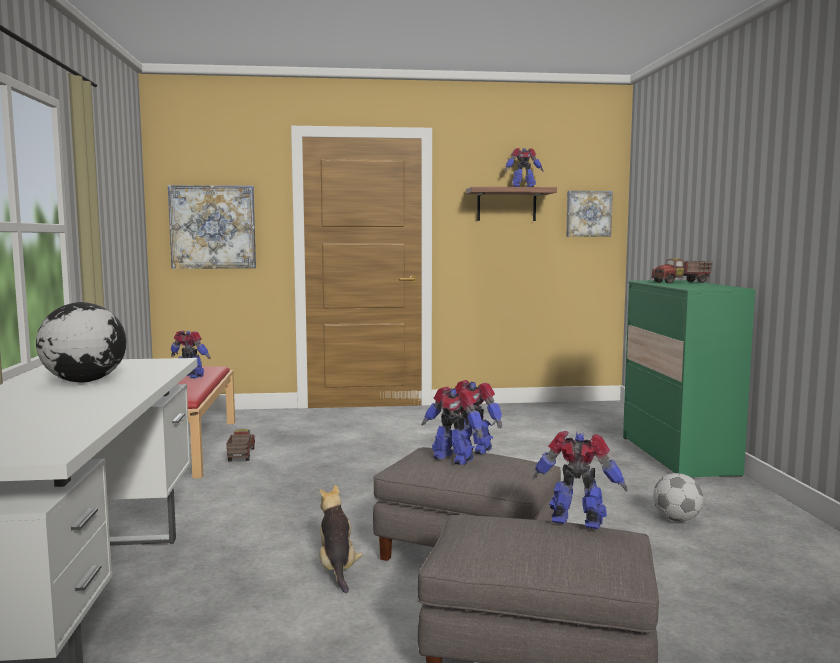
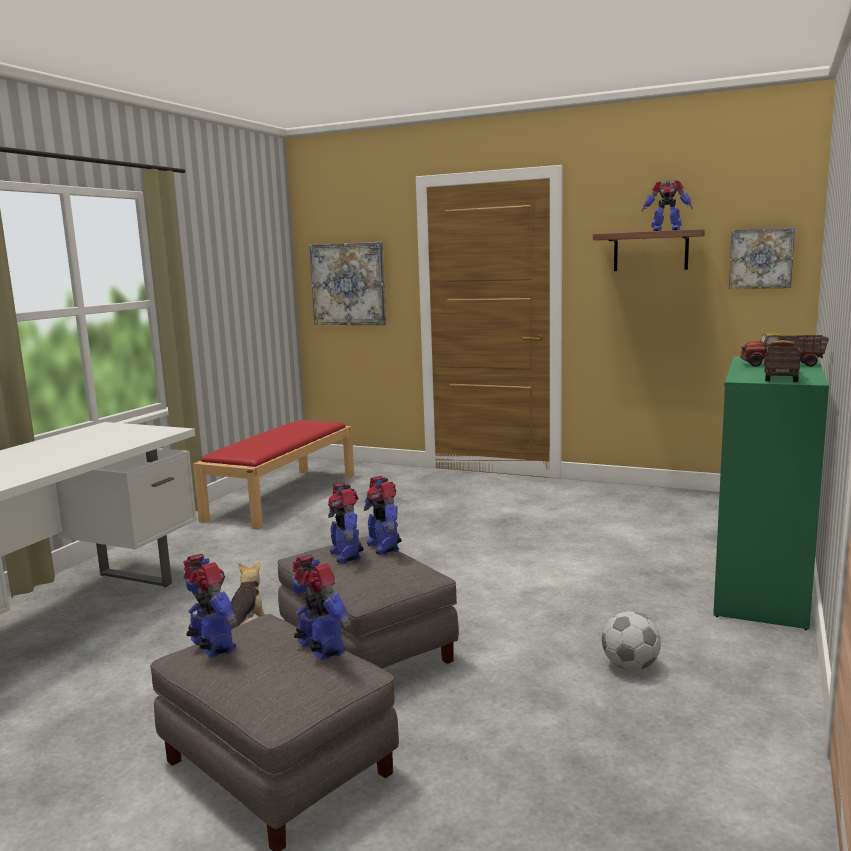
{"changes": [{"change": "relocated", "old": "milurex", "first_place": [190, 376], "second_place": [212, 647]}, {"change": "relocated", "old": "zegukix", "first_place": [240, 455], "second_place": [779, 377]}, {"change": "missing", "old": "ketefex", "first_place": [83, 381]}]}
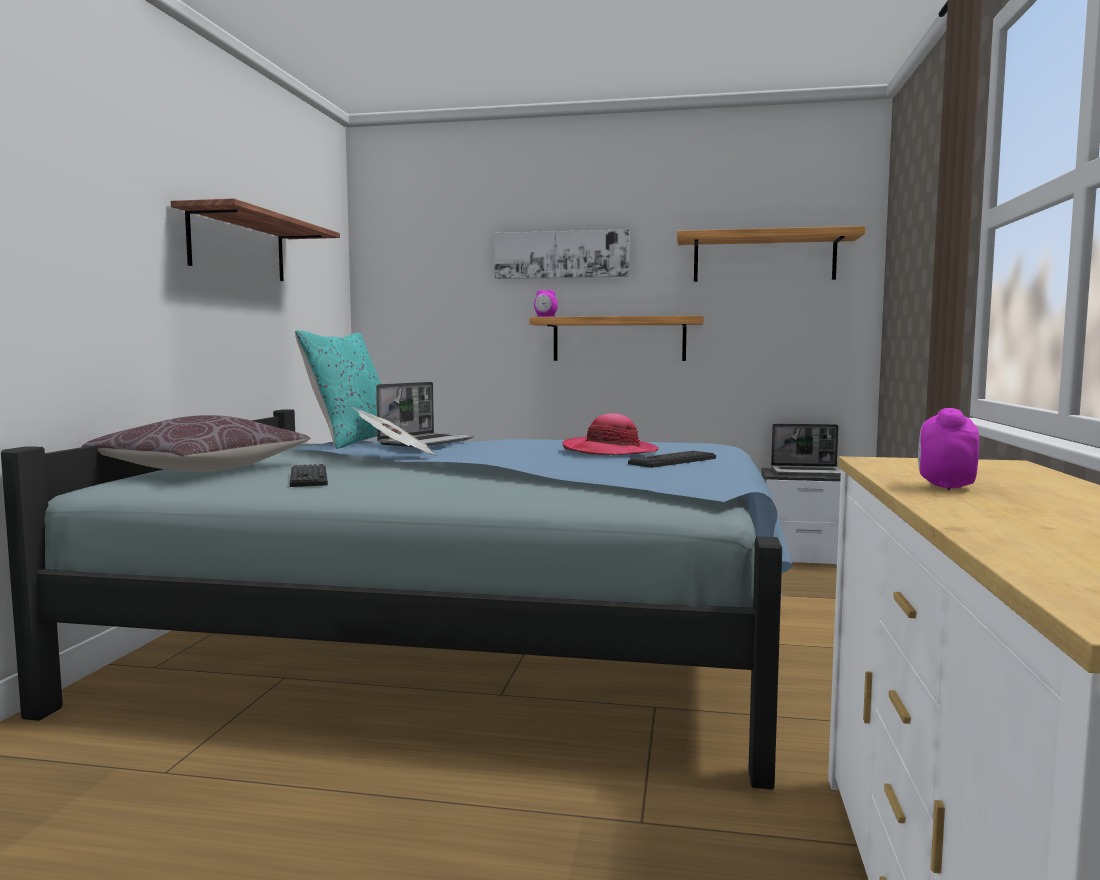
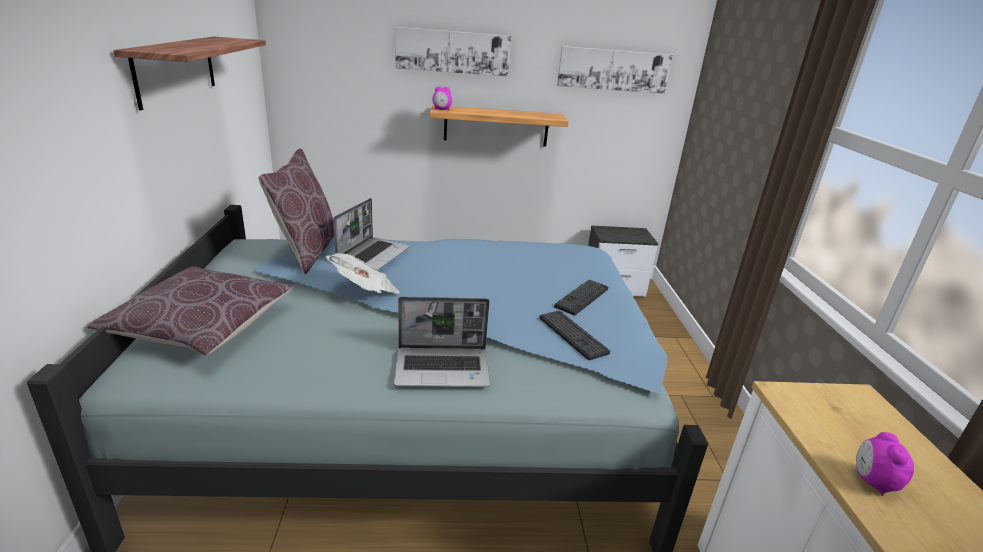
{"changes": [{"change": "colour", "old": "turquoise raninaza", "new": "brown raninaza", "first_place": [351, 441], "second_place": [306, 251]}, {"change": "relocated", "old": "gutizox", "first_place": [808, 472], "second_place": [443, 368]}, {"change": "relocated", "old": "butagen", "first_place": [308, 477], "second_place": [572, 335]}, {"change": "exchanged", "old": "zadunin", "new": "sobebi", "first_place": [764, 258], "second_place": [613, 70]}, {"change": "missing", "old": "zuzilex", "first_place": [610, 451]}]}
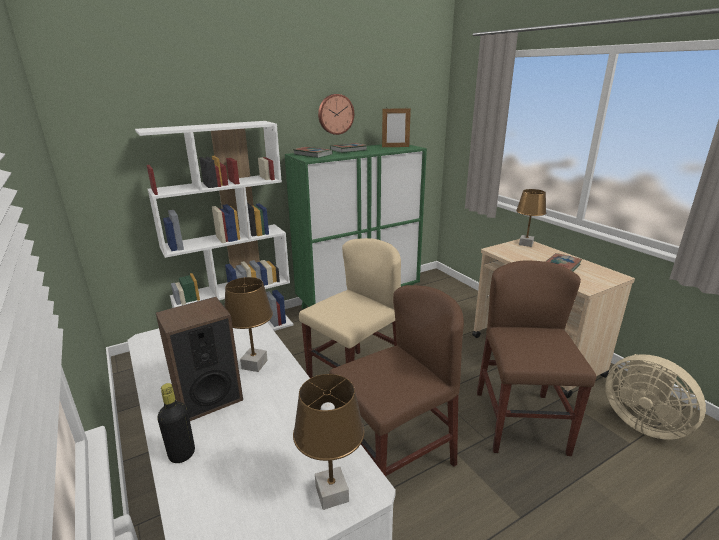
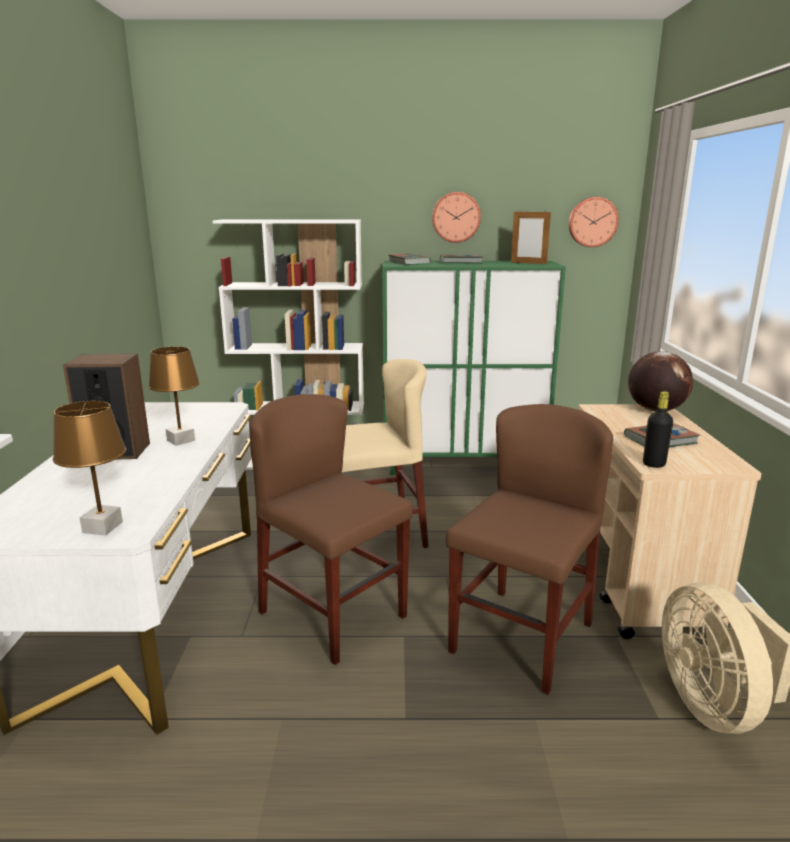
{"changes": [{"change": "spun", "old": "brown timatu", "first_place": [395, 458], "second_place": [333, 614], "degrees": -135}, {"change": "appeared", "new": "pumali", "second_place": [592, 222]}, {"change": "exchanged", "old": "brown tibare", "new": "ketefex", "first_place": [525, 244], "second_place": [655, 410]}, {"change": "relocated", "old": "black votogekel", "first_place": [182, 454], "second_place": [654, 464]}]}
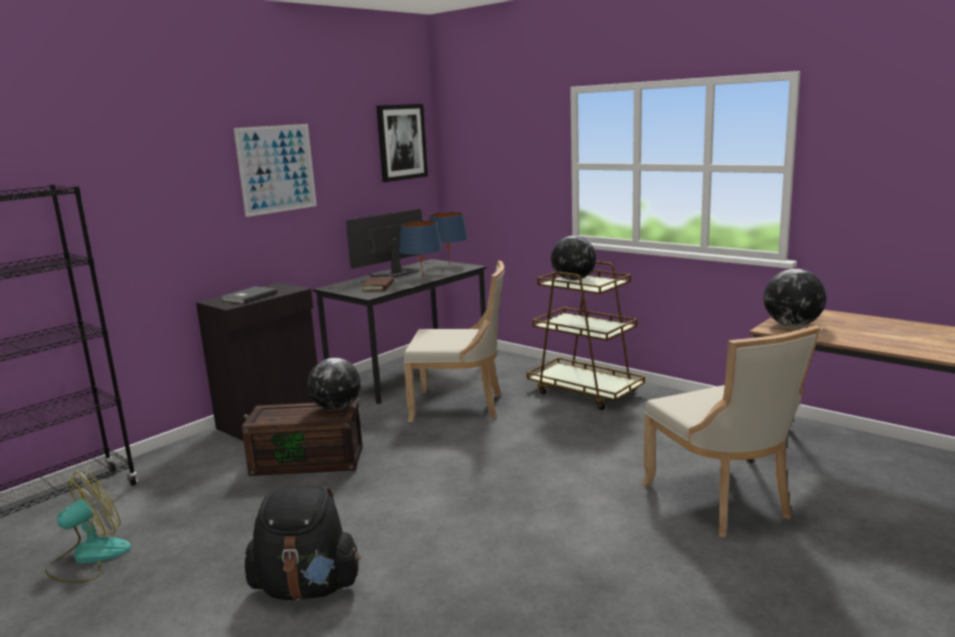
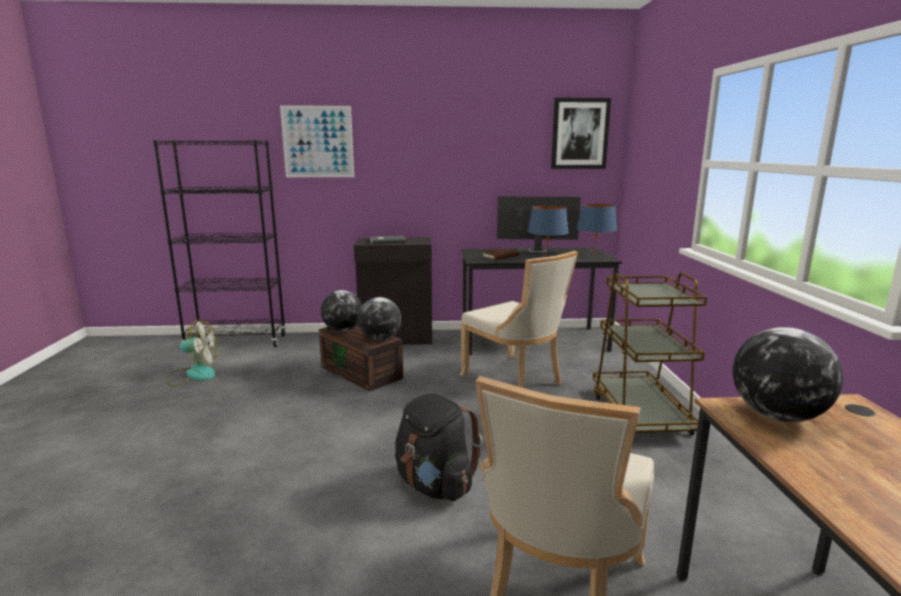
{"changes": [{"change": "relocated", "old": "sobebi", "first_place": [276, 169], "second_place": [318, 142]}, {"change": "relocated", "old": "ketefex", "first_place": [573, 279], "second_place": [342, 330]}, {"change": "relocated", "old": "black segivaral", "first_place": [307, 588], "second_place": [435, 485]}]}
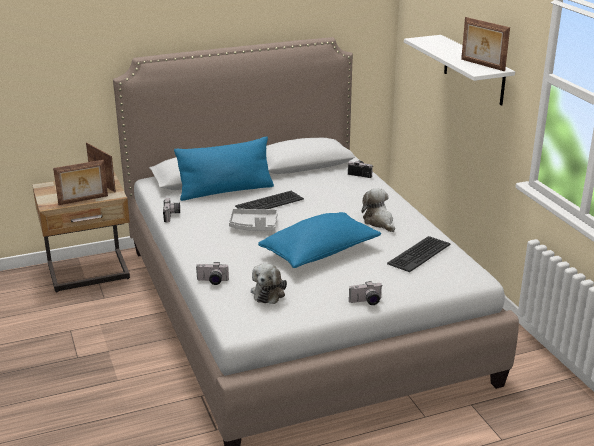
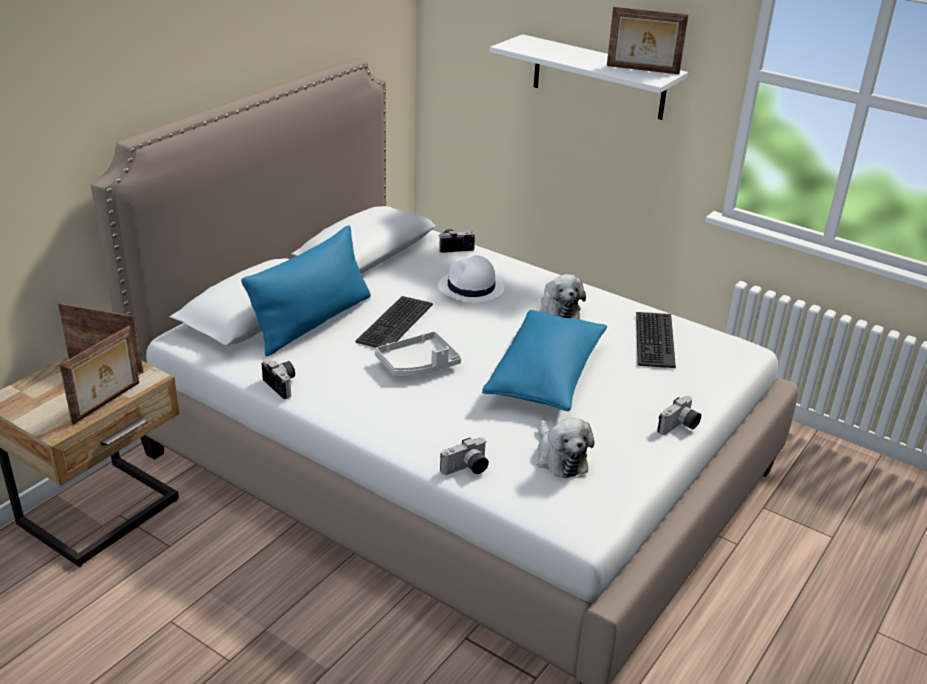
{"changes": [{"change": "appeared", "new": "white zuzilex", "second_place": [471, 288]}, {"change": "spun", "old": "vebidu", "first_place": [379, 222], "second_place": [558, 309], "degrees": -135}]}
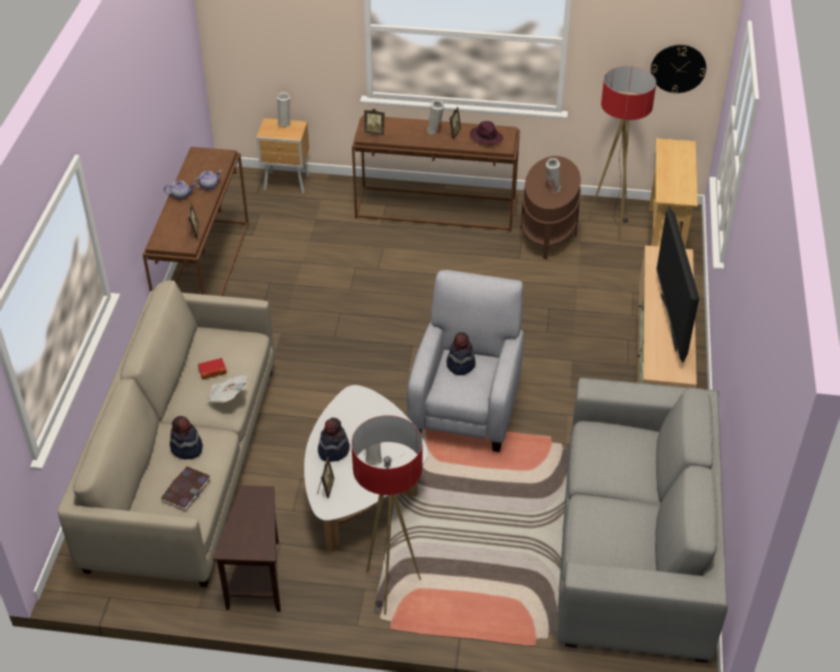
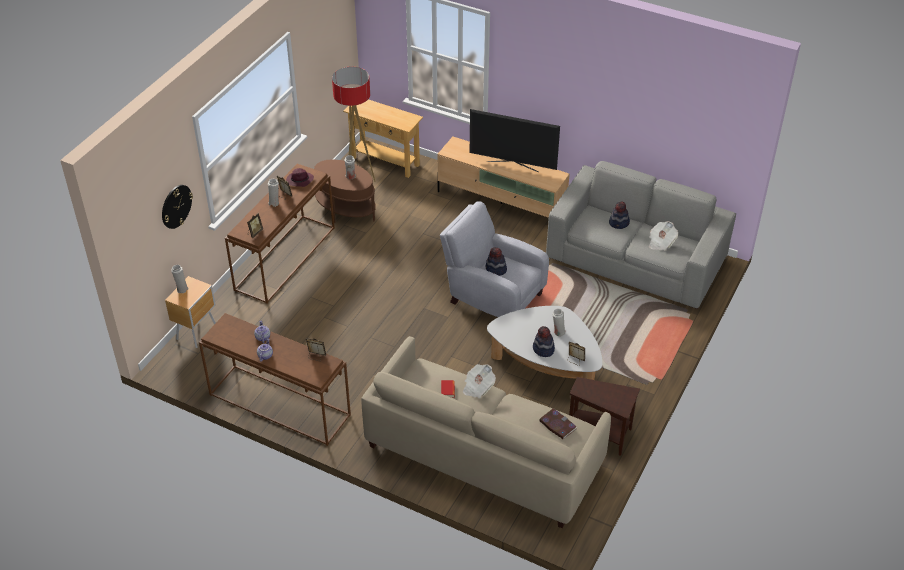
{"changes": [{"change": "relocated", "old": "pumali", "first_place": [678, 68], "second_place": [176, 206]}, {"change": "relocated", "old": "zuzilex", "first_place": [186, 448], "second_place": [619, 223]}, {"change": "appeared", "new": "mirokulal", "second_place": [661, 242]}, {"change": "missing", "old": "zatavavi", "first_place": [390, 589]}]}
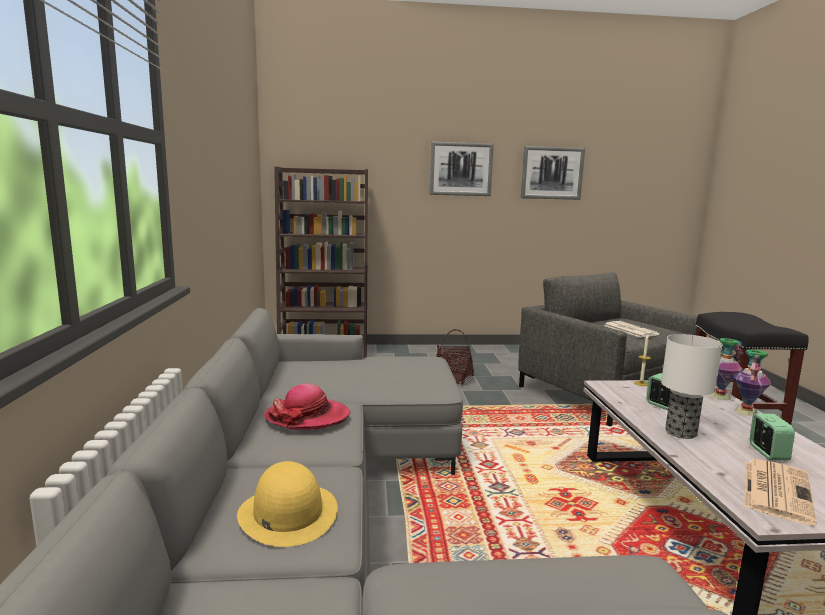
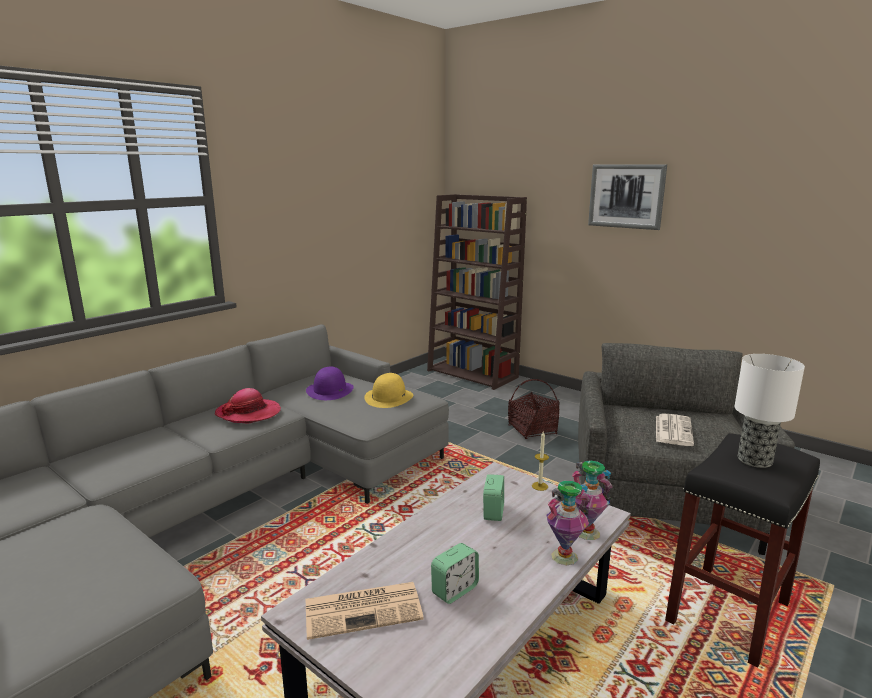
{"changes": [{"change": "appeared", "new": "purple zuzilex", "second_place": [330, 390]}, {"change": "relocated", "old": "yellow zuzilex", "first_place": [287, 513], "second_place": [389, 397]}, {"change": "relocated", "old": "tibare", "first_place": [681, 432], "second_place": [755, 460]}, {"change": "missing", "old": "sobebi", "first_place": [552, 173]}]}
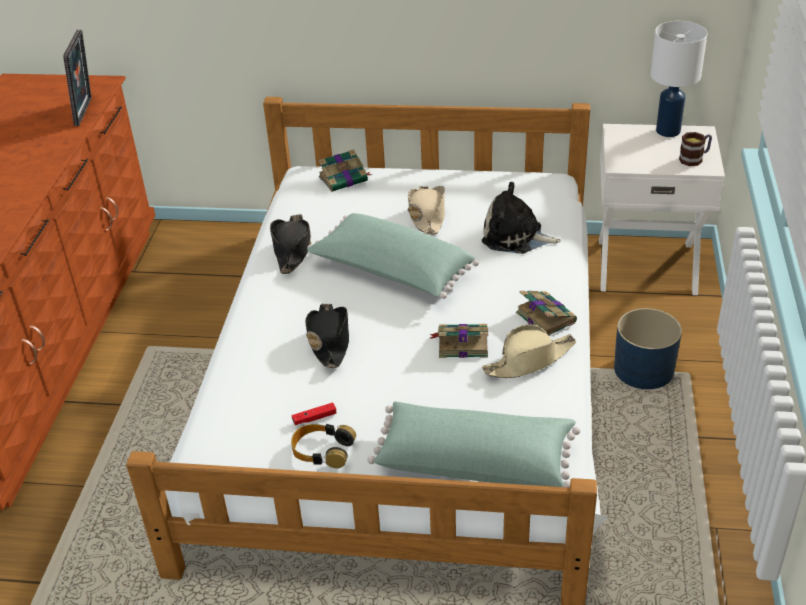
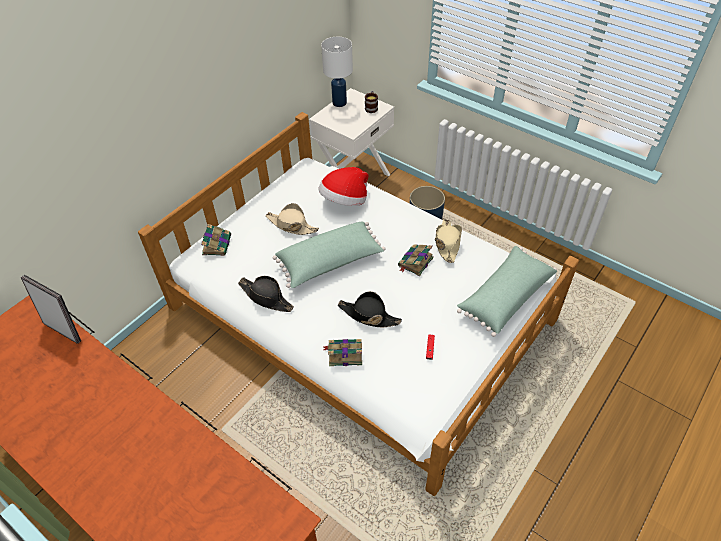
{"changes": [{"change": "exchanged", "old": "vebidu", "new": "zuzilex", "first_place": [515, 237], "second_place": [345, 201]}, {"change": "relocated", "old": "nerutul", "first_place": [545, 317], "second_place": [344, 354]}, {"change": "missing", "old": "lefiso", "first_place": [322, 450]}]}
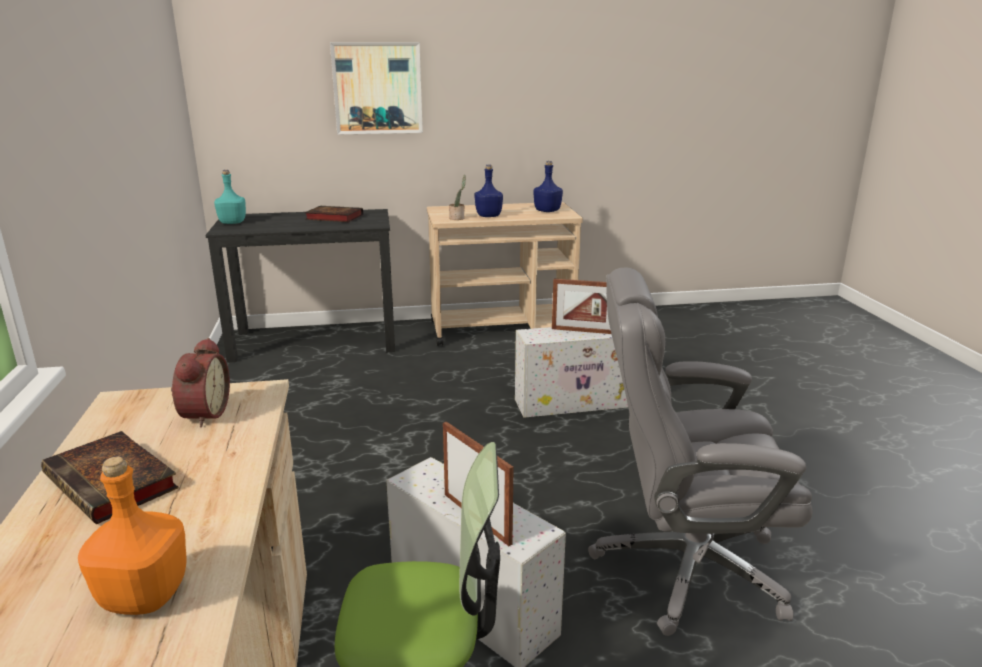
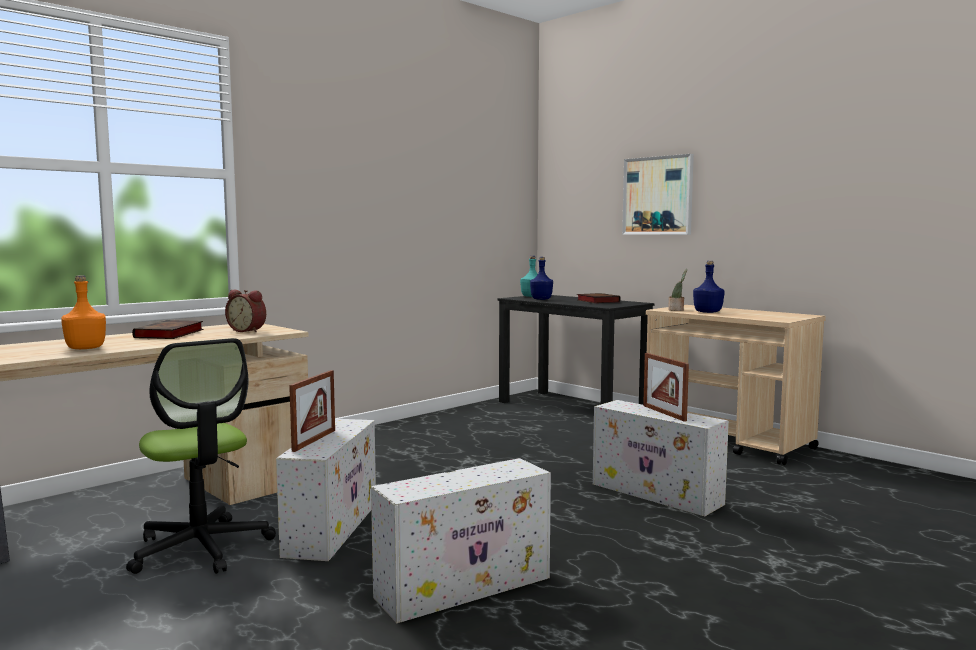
{"changes": [{"change": "spun", "old": "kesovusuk", "first_place": [202, 414], "second_place": [248, 331], "degrees": 60}, {"change": "exchanged", "old": "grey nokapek", "new": "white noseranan", "first_place": [684, 566], "second_place": [466, 586]}, {"change": "relocated", "old": "blue votogekel", "first_place": [548, 211], "second_place": [541, 299]}]}
